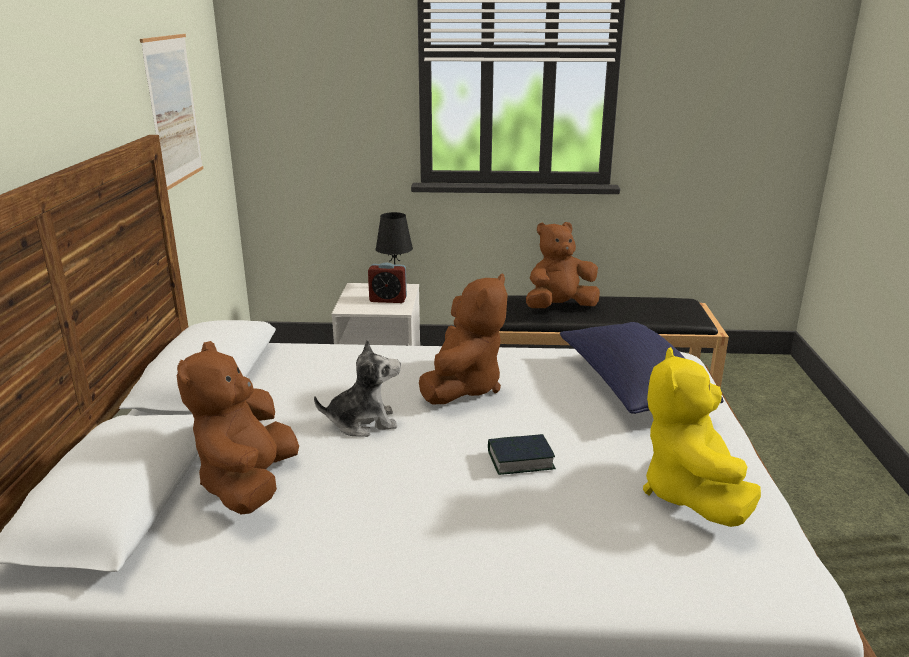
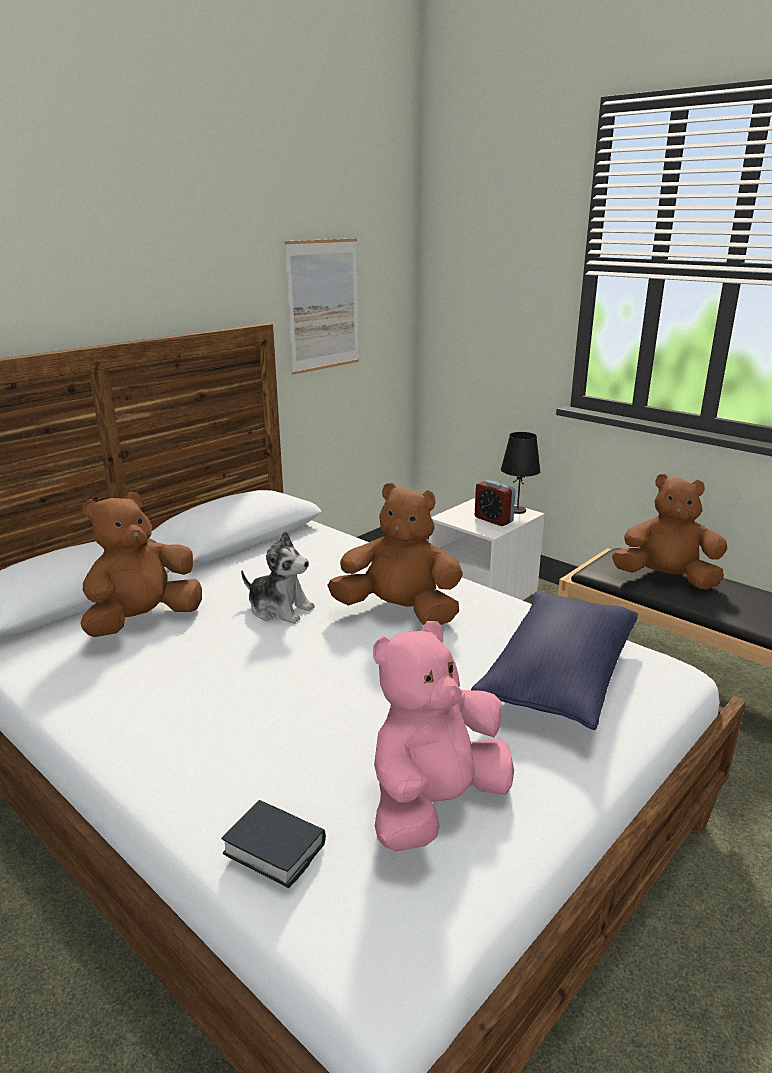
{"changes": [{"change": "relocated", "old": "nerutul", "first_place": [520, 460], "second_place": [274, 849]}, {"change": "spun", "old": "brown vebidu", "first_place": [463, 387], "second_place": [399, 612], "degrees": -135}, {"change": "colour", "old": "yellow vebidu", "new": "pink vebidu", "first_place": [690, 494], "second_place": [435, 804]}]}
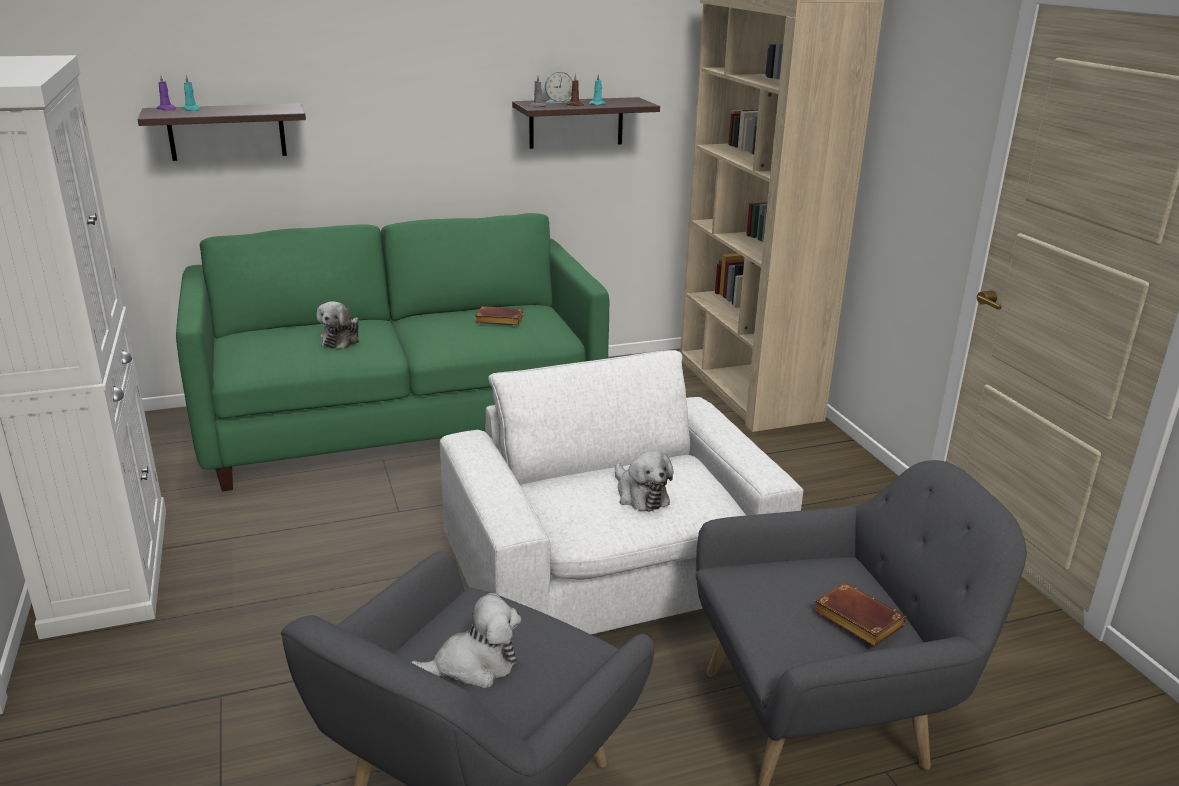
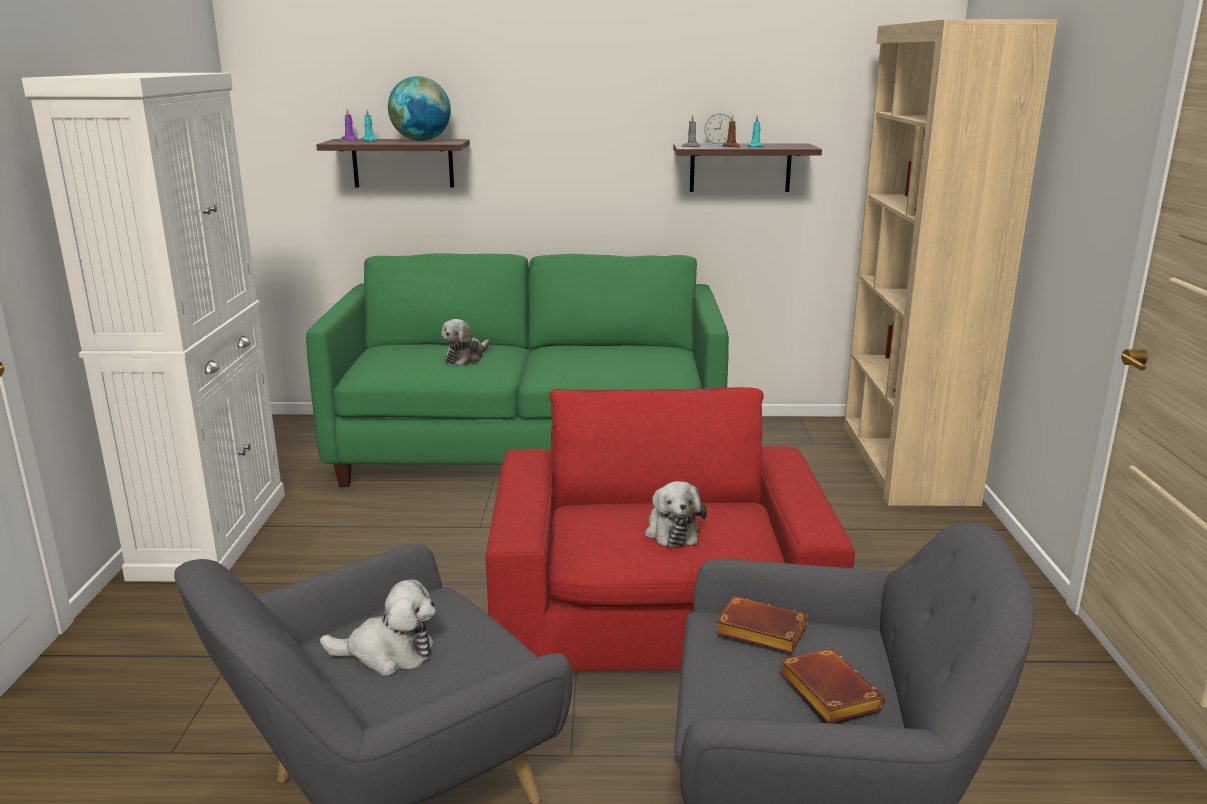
{"changes": [{"change": "appeared", "new": "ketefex", "second_place": [421, 140]}, {"change": "colour", "old": "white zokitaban", "new": "red zokitaban", "first_place": [613, 565], "second_place": [659, 611]}, {"change": "relocated", "old": "brown nerutul", "first_place": [498, 321], "second_place": [758, 632]}]}
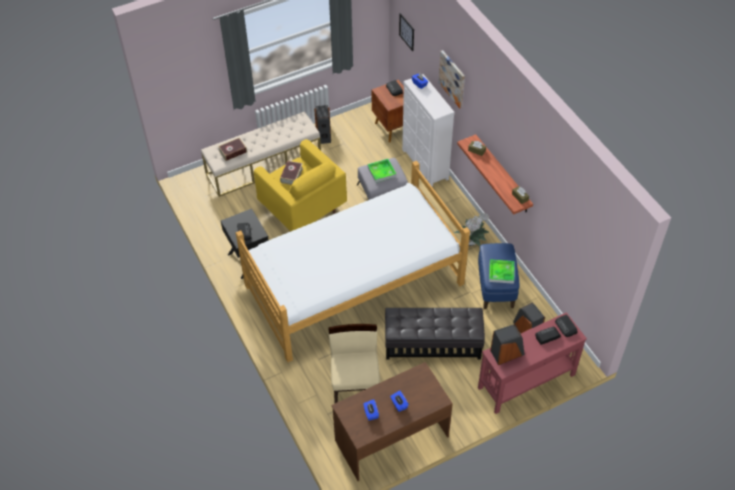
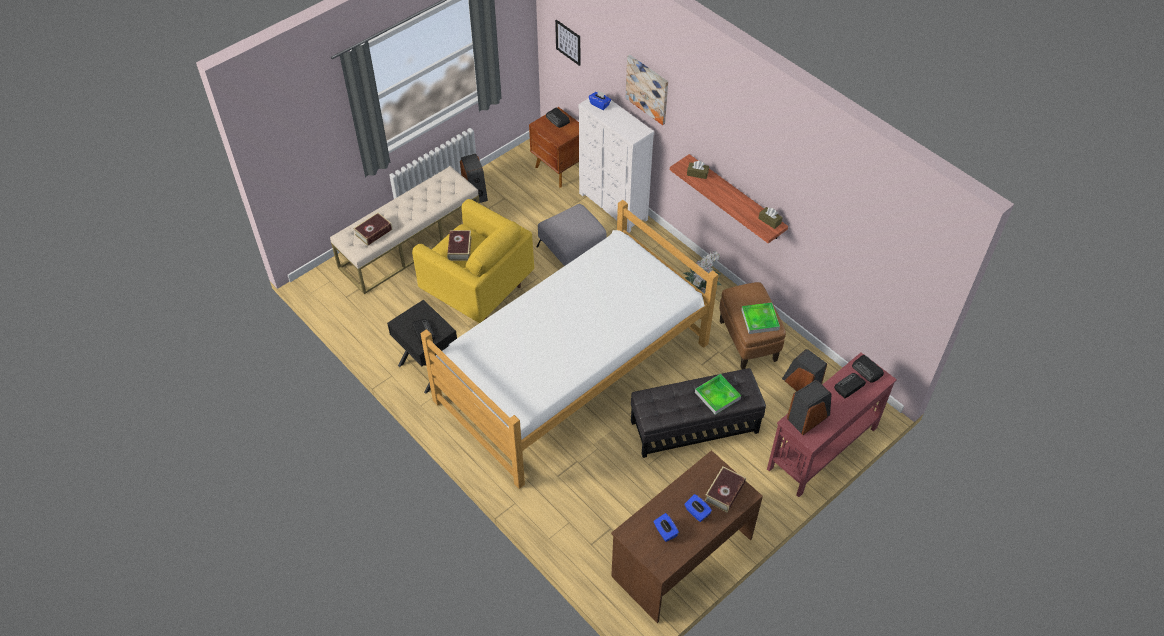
{"changes": [{"change": "relocated", "old": "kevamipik", "first_place": [381, 172], "second_place": [717, 395]}, {"change": "appeared", "new": "nerutul", "second_place": [724, 492]}, {"change": "colour", "old": "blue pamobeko", "new": "brown pamobeko", "first_place": [496, 288], "second_place": [748, 341]}, {"change": "missing", "old": "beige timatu", "first_place": [356, 393]}]}
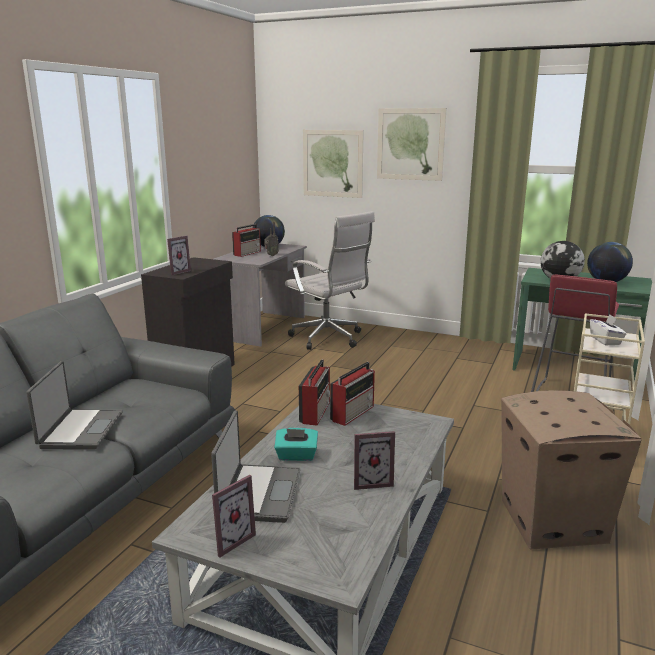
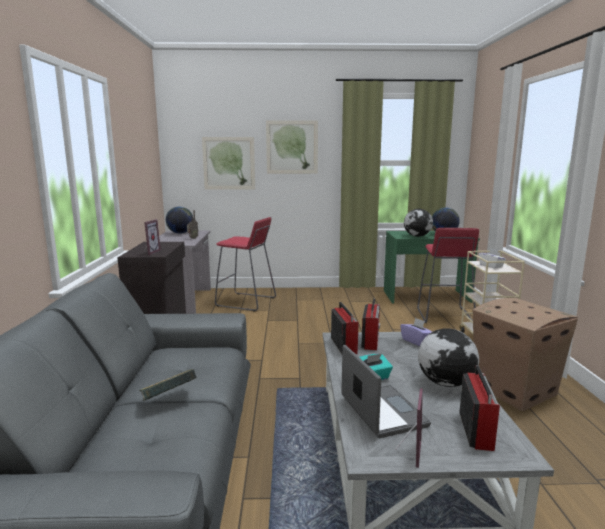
{"changes": [{"change": "exchanged", "old": "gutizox", "new": "nerutul", "first_place": [80, 430], "second_place": [168, 400]}, {"change": "exchanged", "old": "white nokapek", "new": "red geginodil", "first_place": [329, 339], "second_place": [246, 302]}, {"change": "appeared", "new": "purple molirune", "second_place": [416, 341]}, {"change": "exchanged", "old": "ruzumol", "new": "ketefex", "first_place": [371, 481], "second_place": [445, 383]}, {"change": "relocated", "old": "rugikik", "first_place": [247, 253], "second_place": [476, 429]}]}
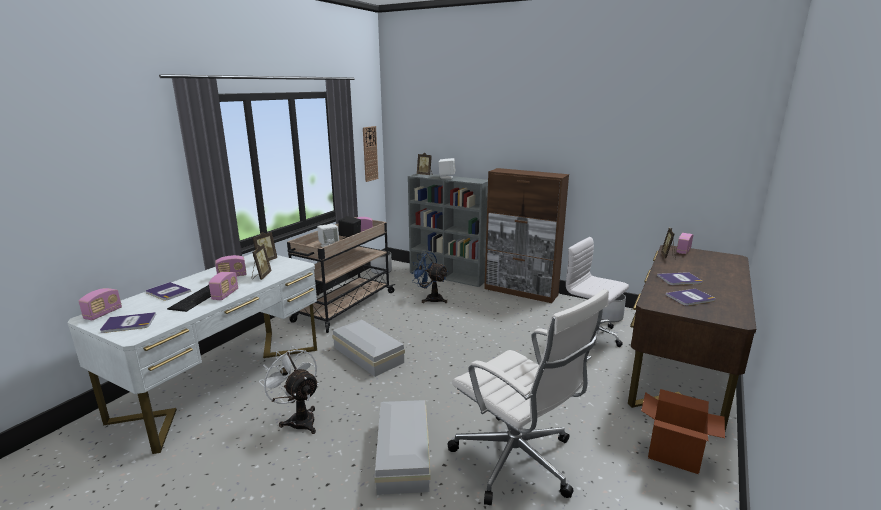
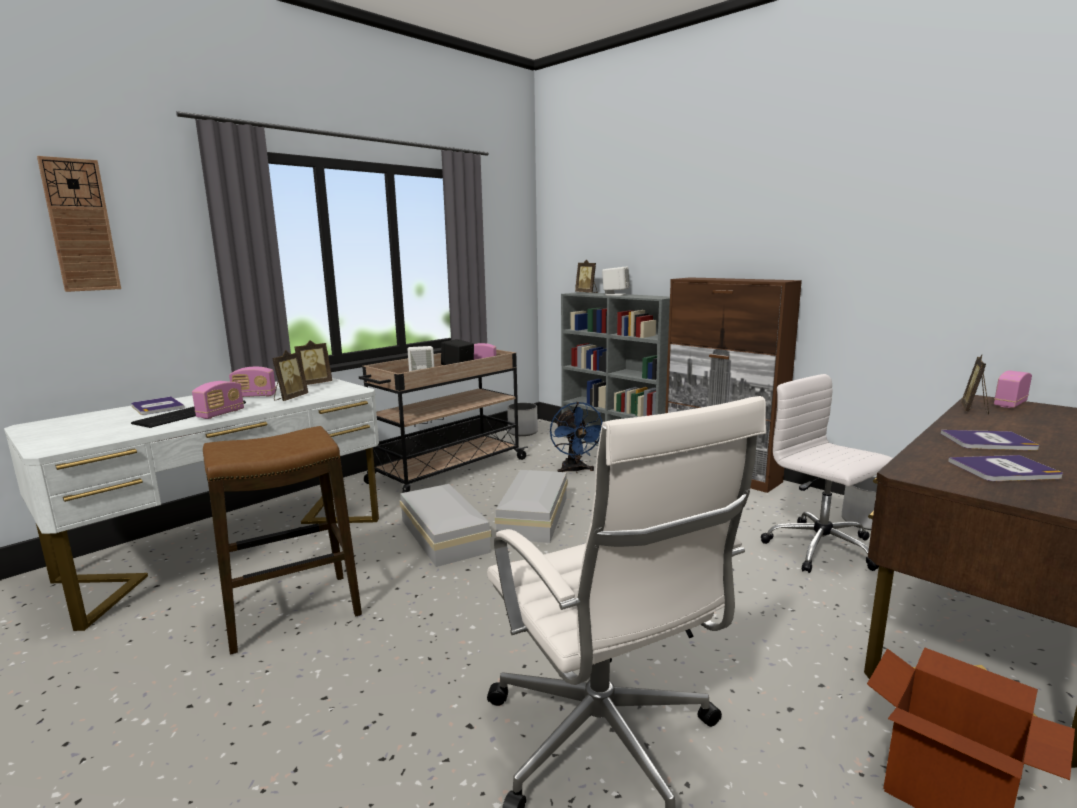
{"changes": [{"change": "relocated", "old": "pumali", "first_place": [370, 154], "second_place": [80, 226]}, {"change": "exchanged", "old": "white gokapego", "new": "geginodil", "first_place": [299, 419], "second_place": [291, 612]}, {"change": "relocated", "old": "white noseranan", "first_place": [402, 455], "second_place": [532, 517]}, {"change": "spun", "old": "blue gokapego", "first_place": [430, 298], "second_place": [574, 471], "degrees": -150}, {"change": "missing", "old": "rugikik", "first_place": [103, 314]}, {"change": "missing", "old": "nerutul", "first_place": [128, 323]}]}
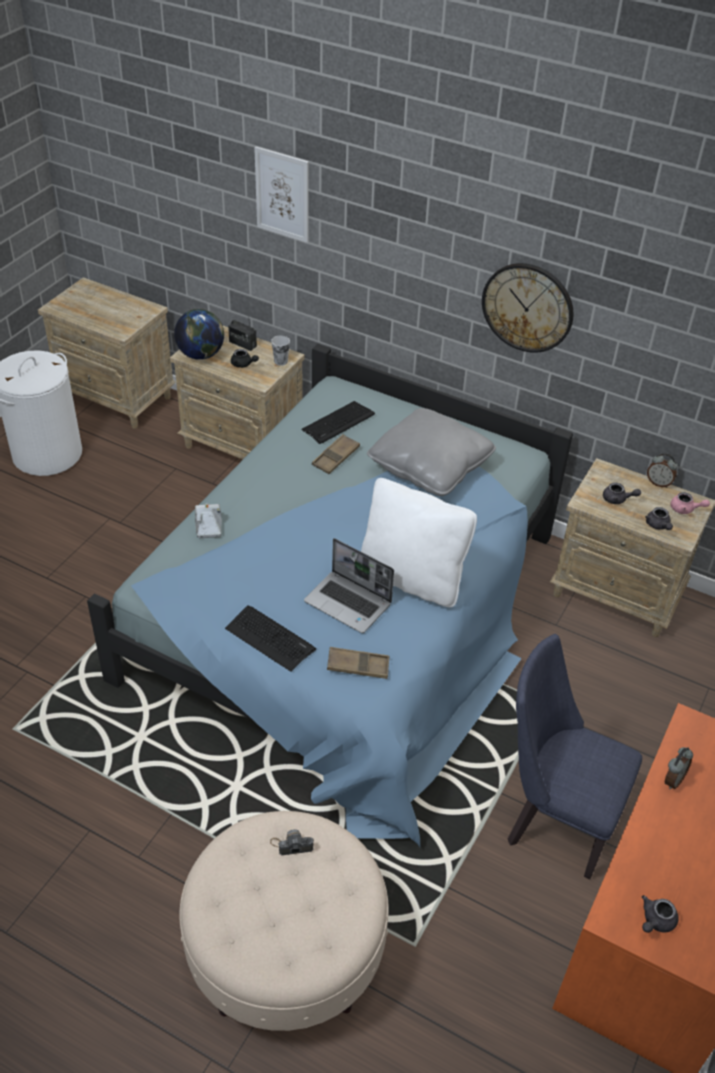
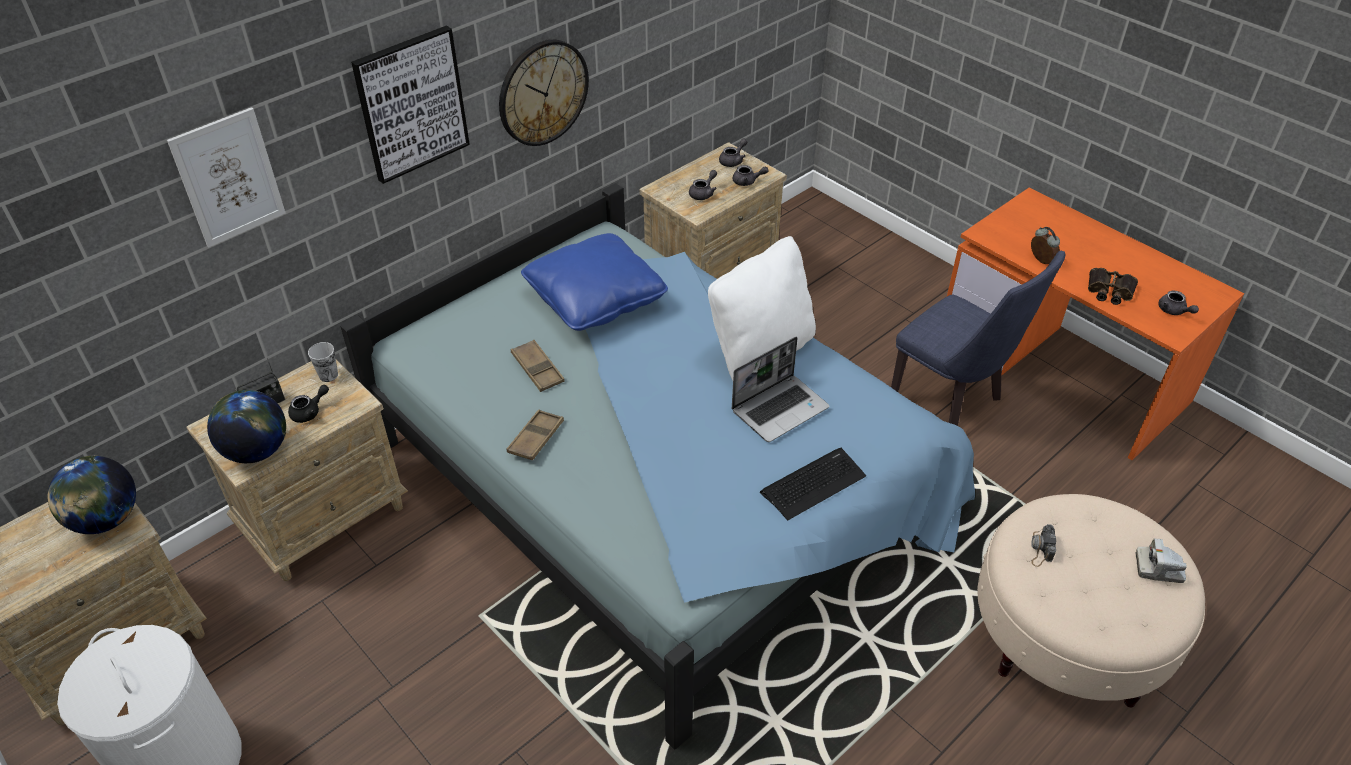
{"changes": [{"change": "appeared", "new": "ketefex", "second_place": [106, 519]}, {"change": "appeared", "new": "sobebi", "second_place": [411, 104]}, {"change": "relocated", "old": "brown kevamipik", "first_place": [358, 666], "second_place": [536, 438]}, {"change": "colour", "old": "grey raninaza", "new": "blue raninaza", "first_place": [429, 466], "second_place": [595, 298]}, {"change": "colour", "old": "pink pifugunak", "new": "grey pifugunak", "first_place": [685, 509], "second_place": [733, 161]}, {"change": "spun", "old": "blue timatu", "first_place": [553, 820], "second_place": [952, 404], "degrees": -90}, {"change": "appeared", "new": "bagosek", "second_place": [1109, 291]}, {"change": "relocated", "old": "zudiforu", "first_place": [208, 526], "second_place": [1158, 568]}, {"change": "missing", "old": "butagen", "first_place": [338, 423]}, {"change": "missing", "old": "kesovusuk", "first_place": [658, 483]}]}
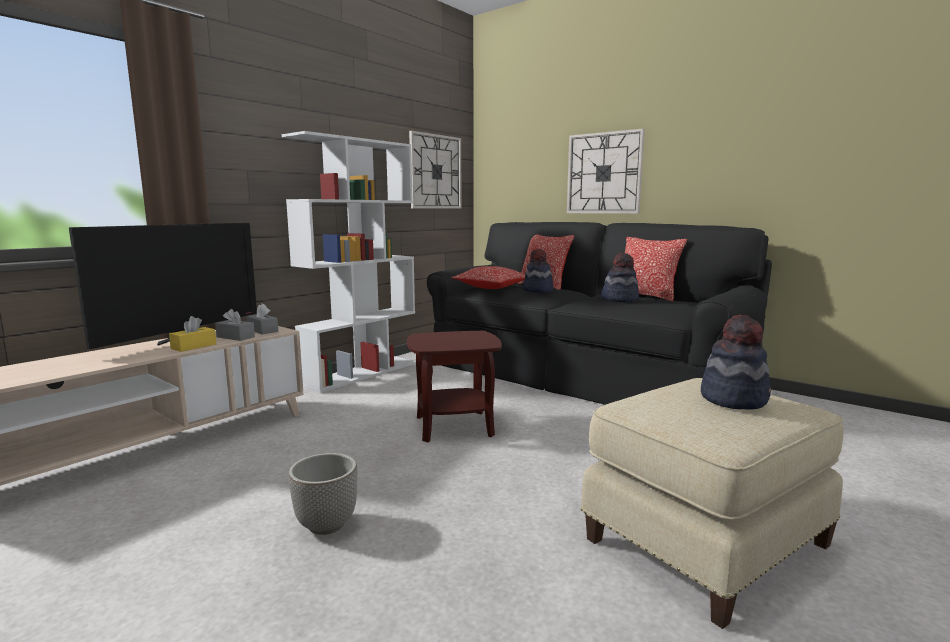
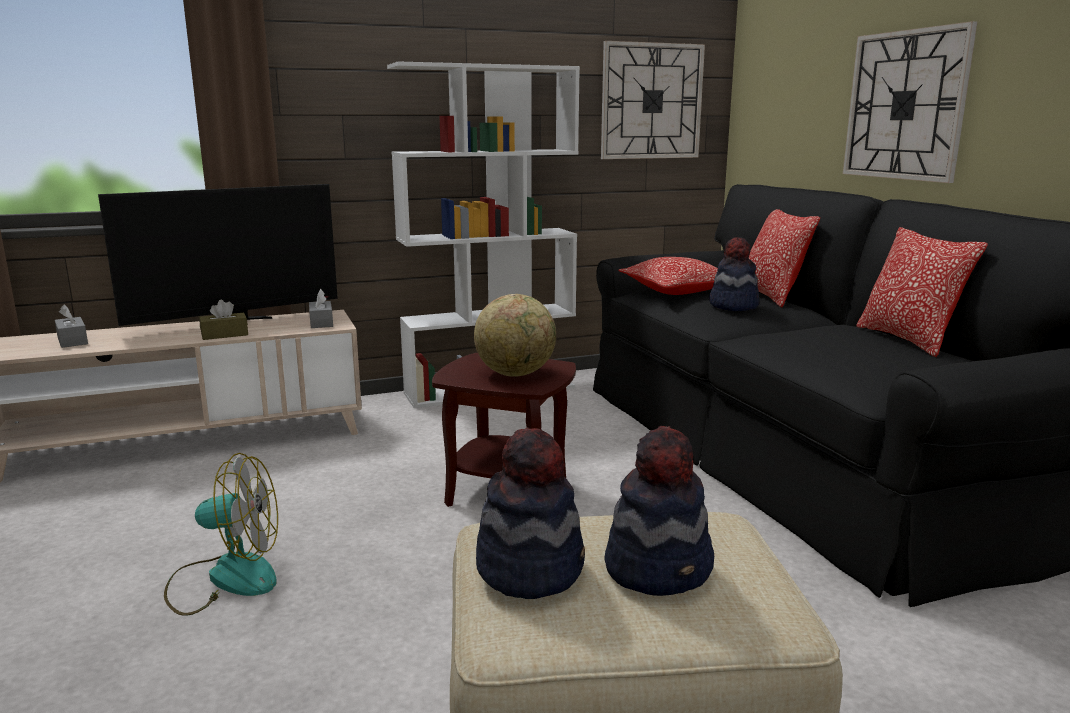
{"changes": [{"change": "relocated", "old": "grey molirune", "first_place": [235, 337], "second_place": [72, 341]}, {"change": "exchanged", "old": "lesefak", "new": "gokapego", "first_place": [326, 524], "second_place": [225, 578]}, {"change": "colour", "old": "yellow molirune", "new": "brown molirune", "first_place": [194, 346], "second_place": [224, 335]}, {"change": "appeared", "new": "ketefex", "second_place": [516, 374]}, {"change": "relocated", "old": "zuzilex", "first_place": [619, 299], "second_place": [530, 568]}]}
